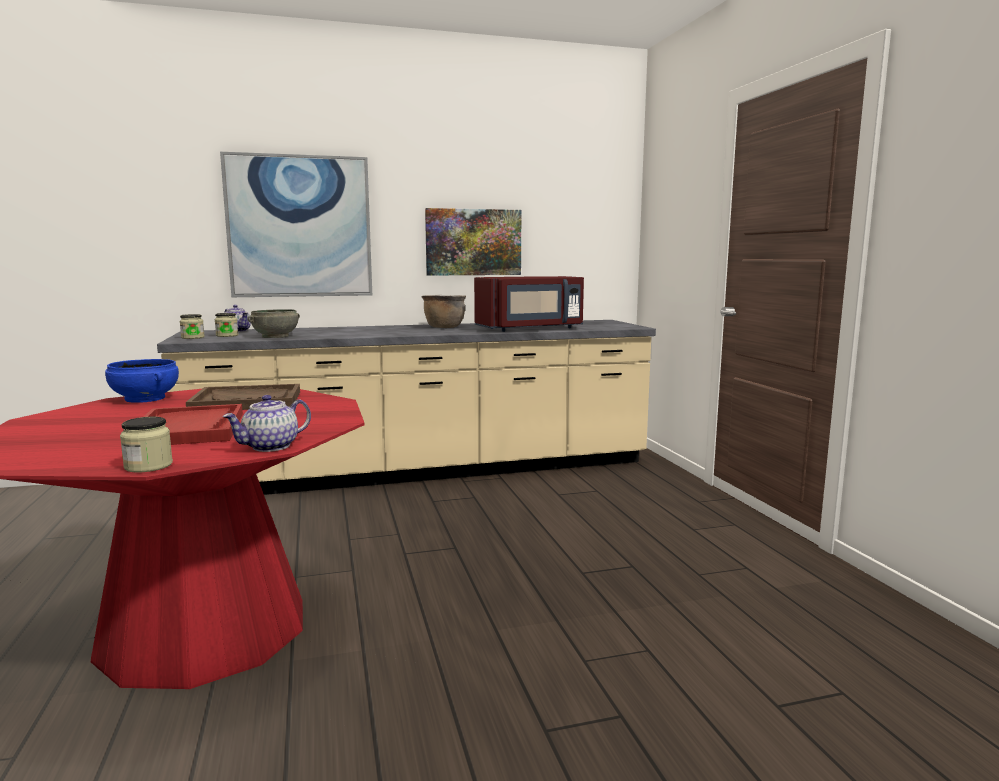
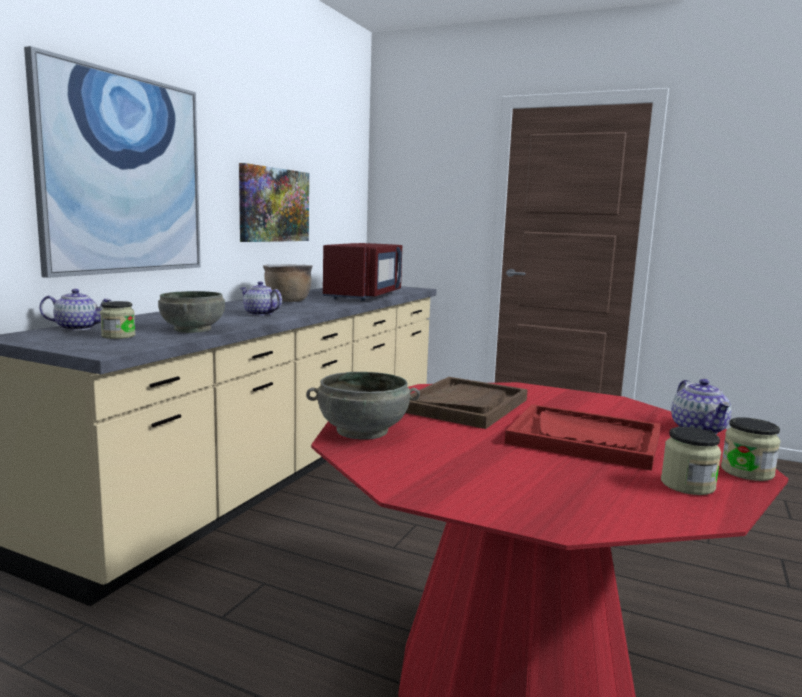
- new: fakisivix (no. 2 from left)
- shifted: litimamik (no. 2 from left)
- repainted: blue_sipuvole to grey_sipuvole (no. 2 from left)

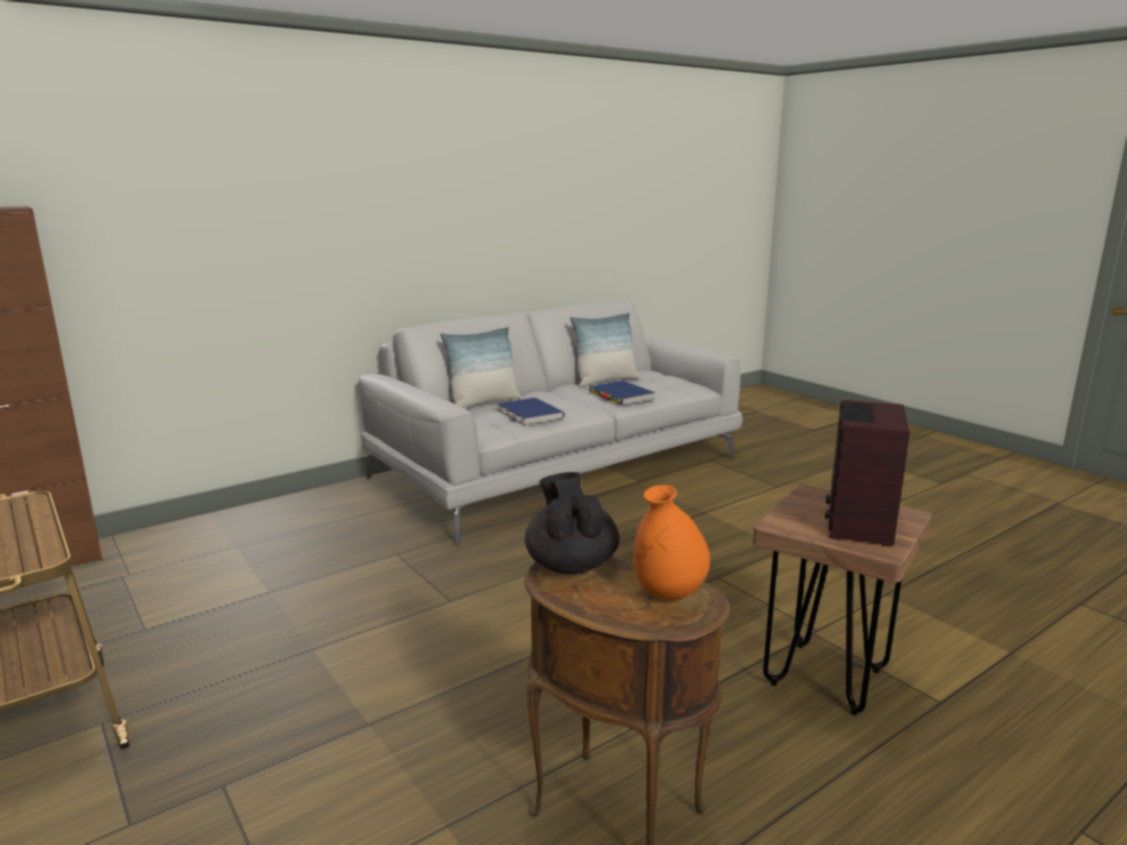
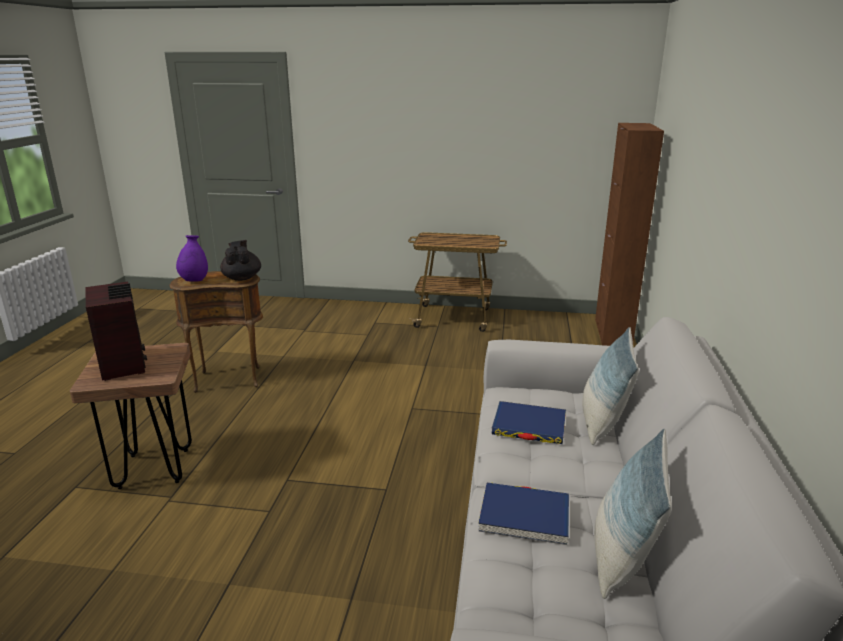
- repainted: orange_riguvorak to purple_riguvorak
- rotated: black_fakisivix 135 degrees counterclockwise

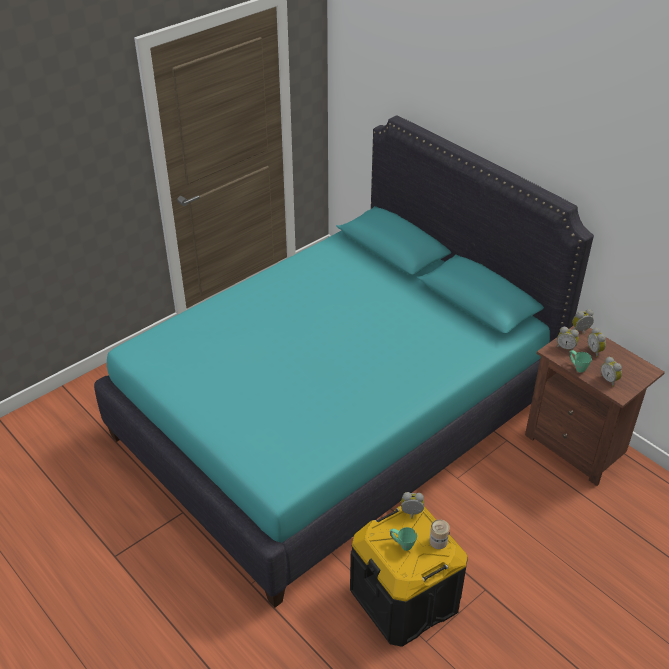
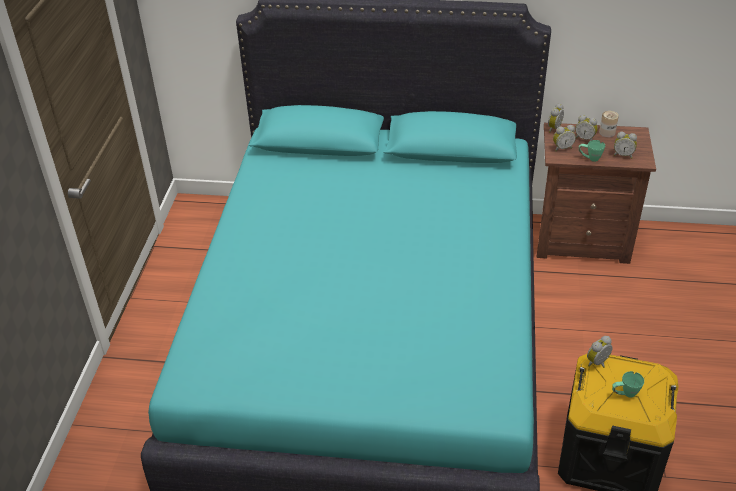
- shifted: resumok

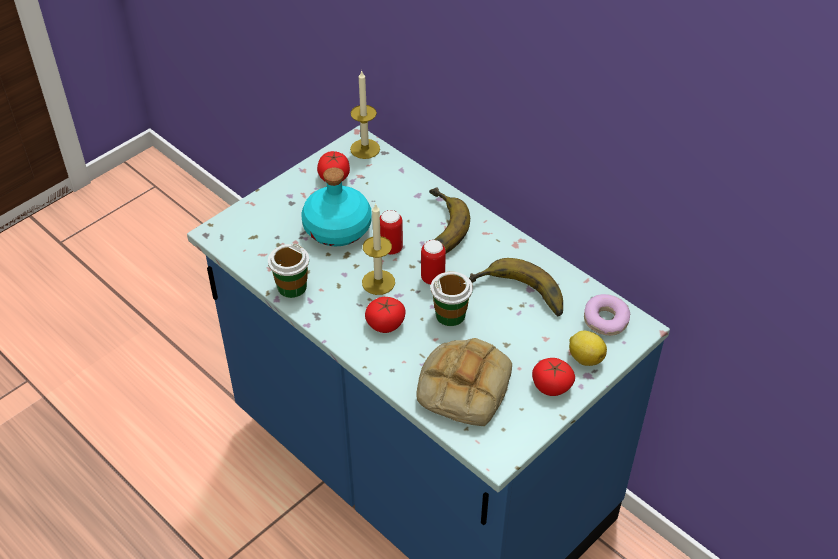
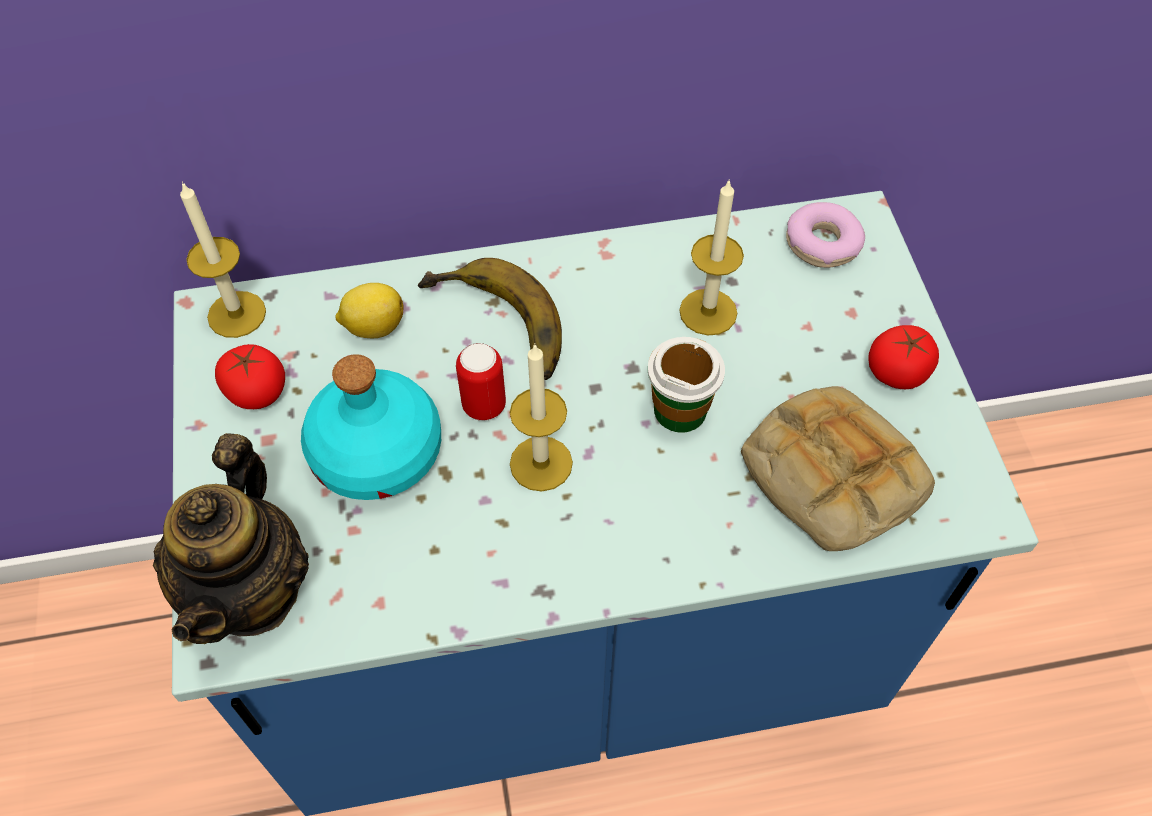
- gone: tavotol (no. 1 from left)
- gone: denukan (no. 2 from left)
- gone: resumok (no. 2 from left)
- new: fakisivix
- shifted: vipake
- swapped: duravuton (no. 2 from left) to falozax (no. 3 from left)

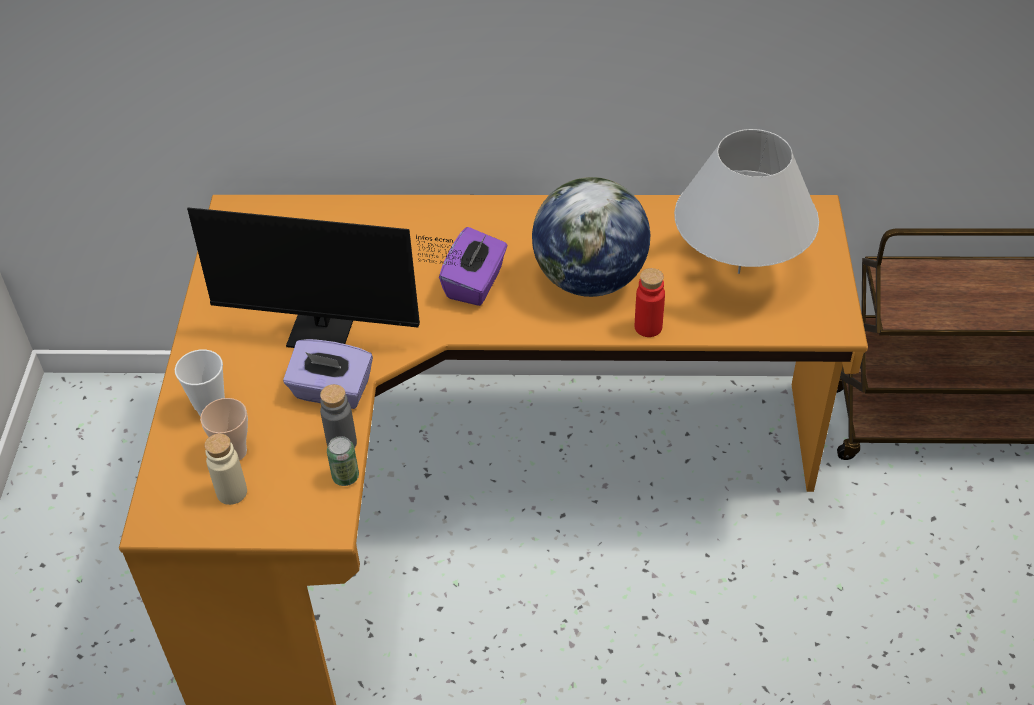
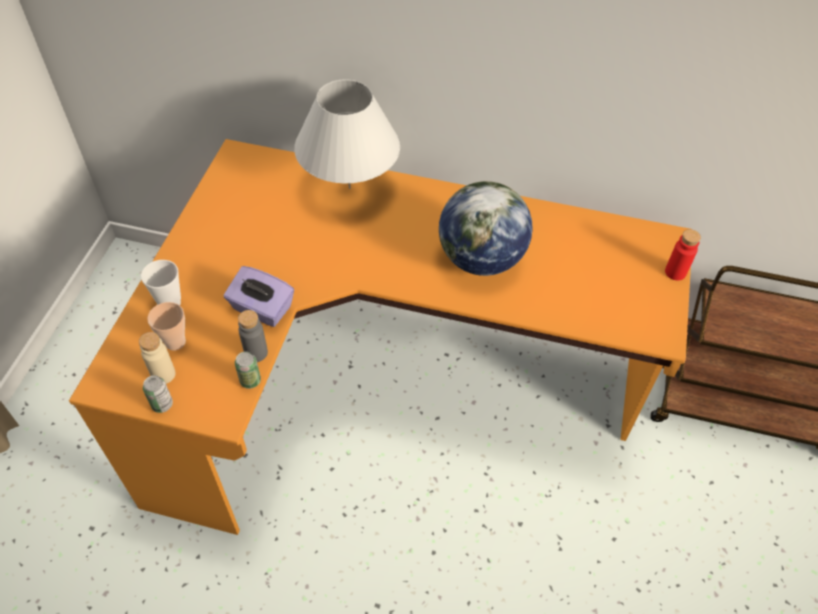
- gone: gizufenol
- gone: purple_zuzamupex (no. 2 from left)
- new: resumok (no. 1 from left)
- shifted: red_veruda
- shifted: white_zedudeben

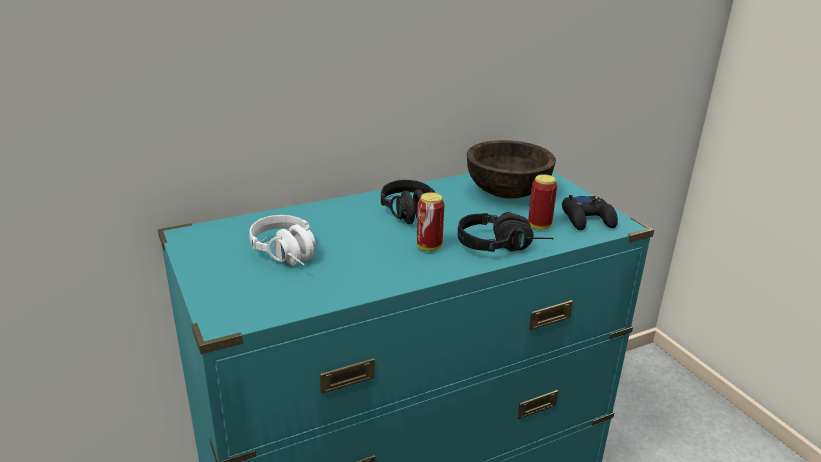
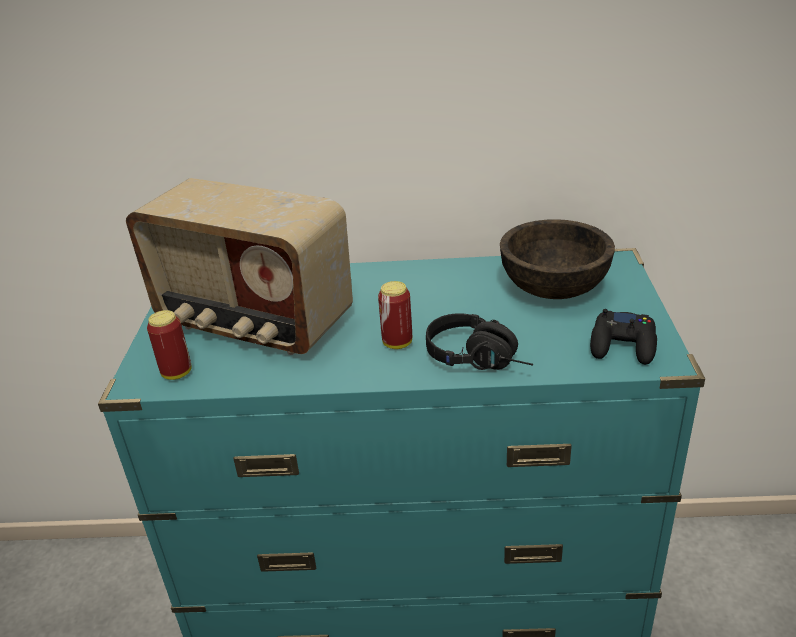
- gone: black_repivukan (no. 1 from left)
- shifted: resumok (no. 2 from left in the first image) to resumok (no. 1 from left)
- swapped: white_repivukan to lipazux

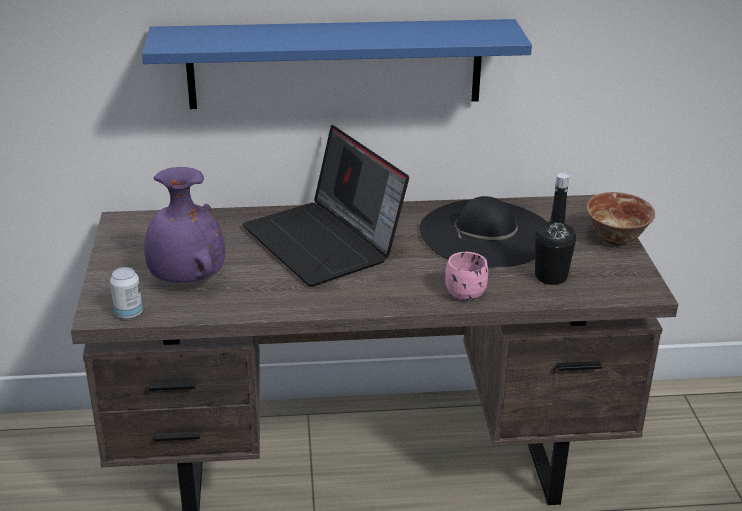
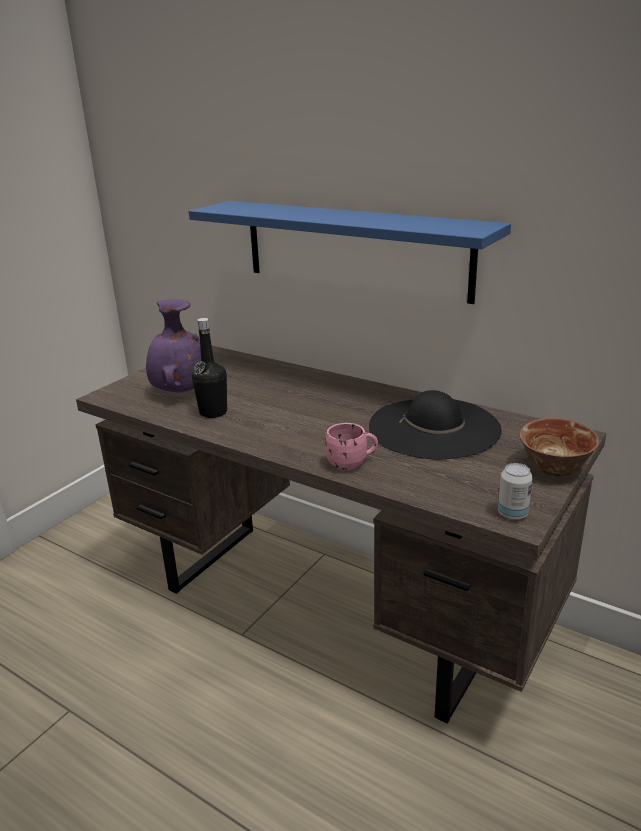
- gone: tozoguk
- shifted: resumok
- shifted: black_veruda

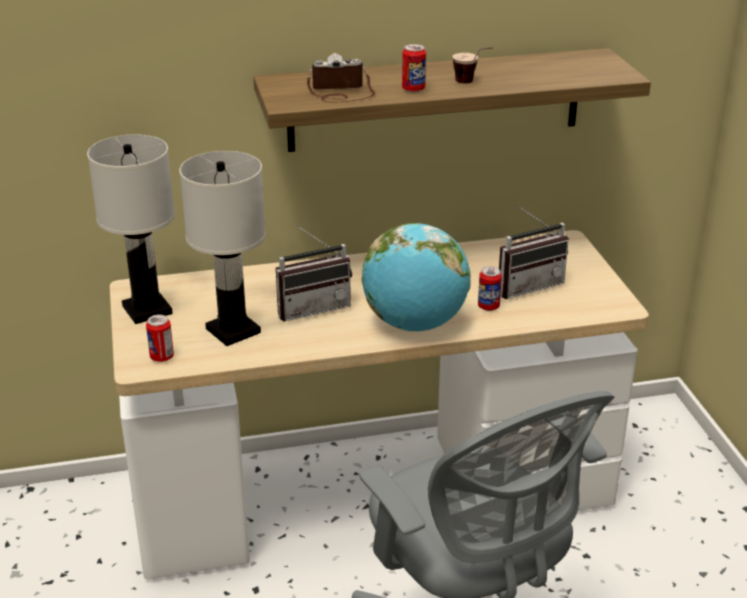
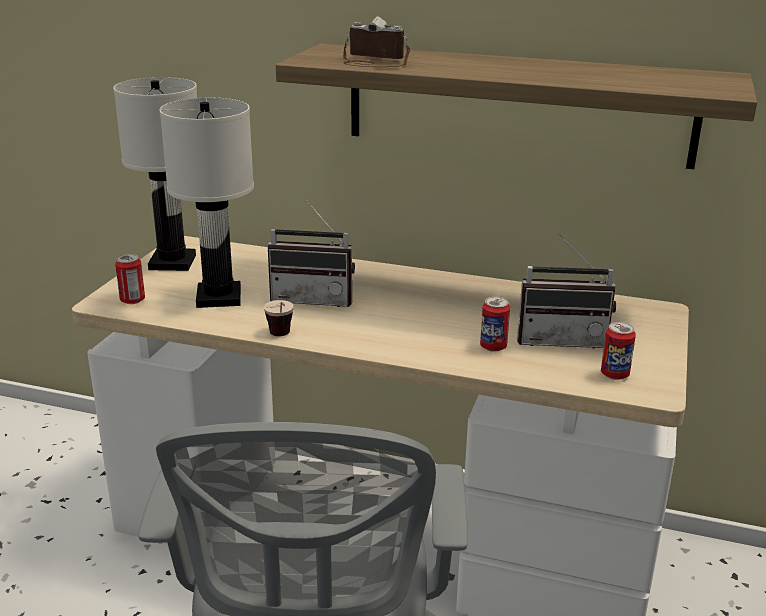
- gone: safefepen
- shifted: resumok (no. 2 from left in the first image) to resumok (no. 3 from left)
- shifted: tavotol

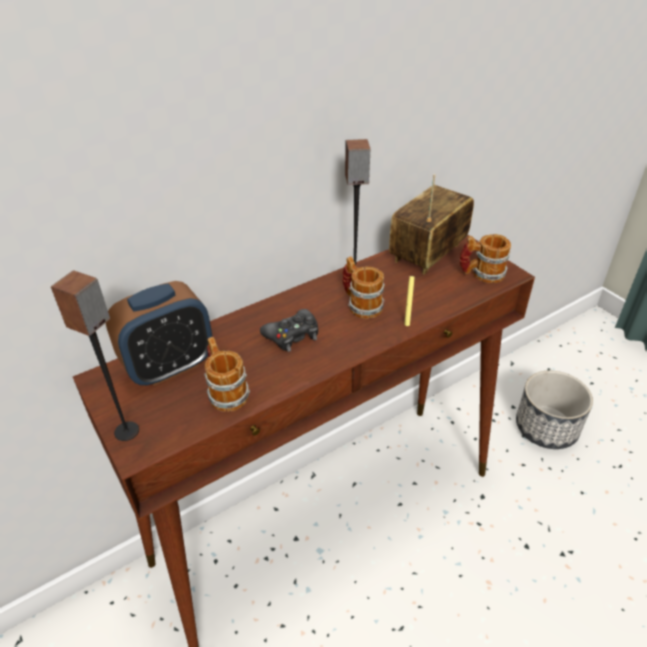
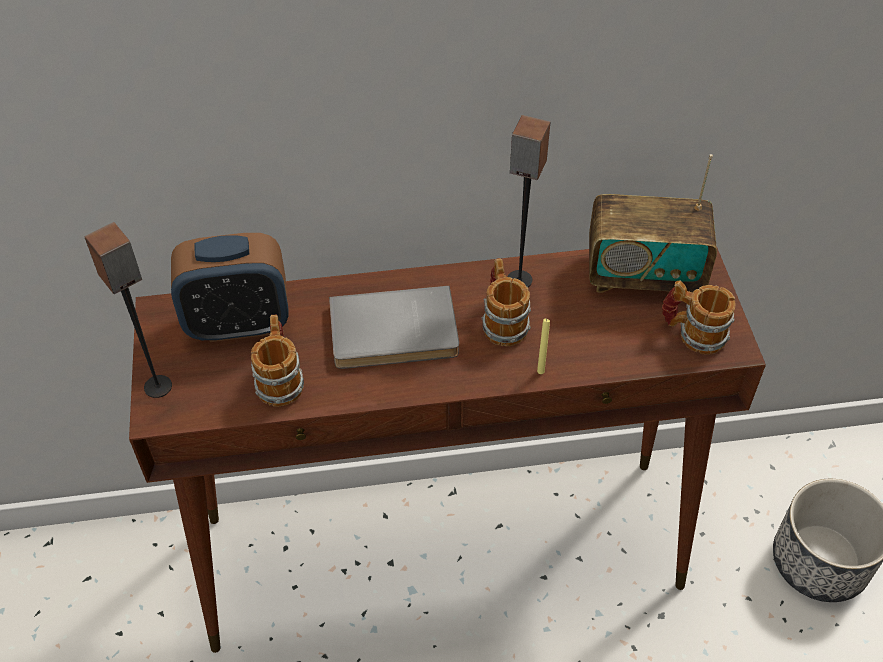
- swapped: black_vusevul to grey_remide
- rotated: lipazux 150 degrees counterclockwise

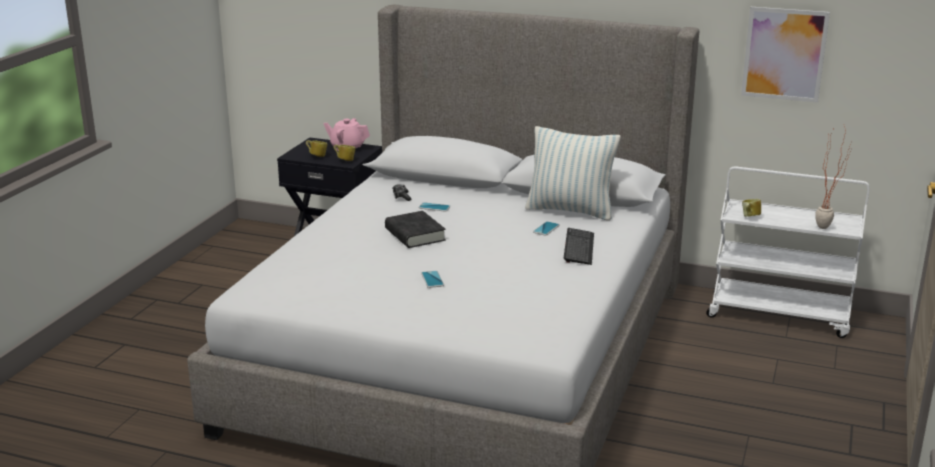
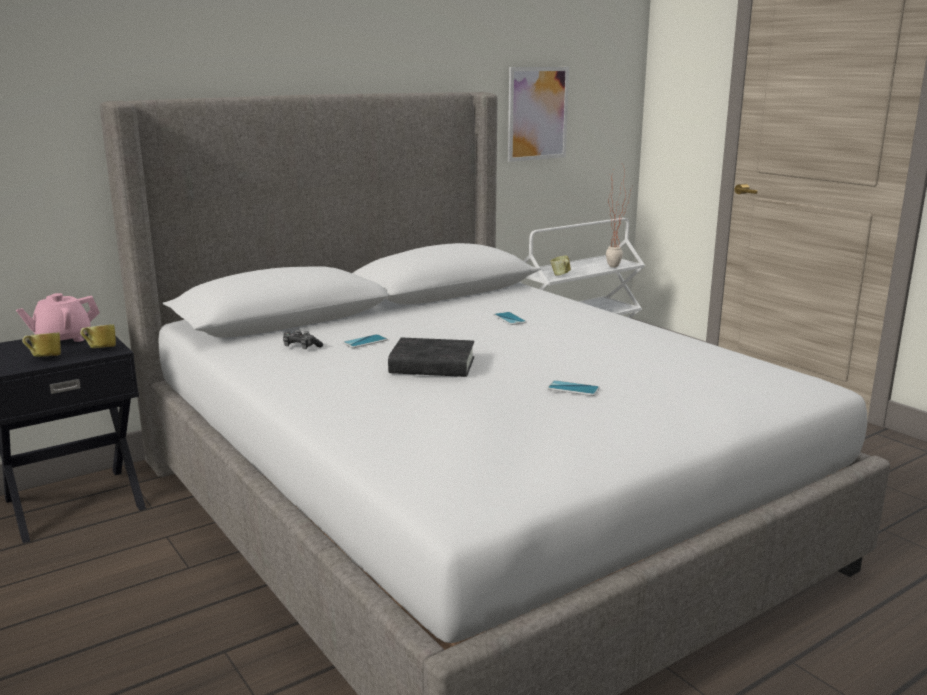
- gone: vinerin
- gone: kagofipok

